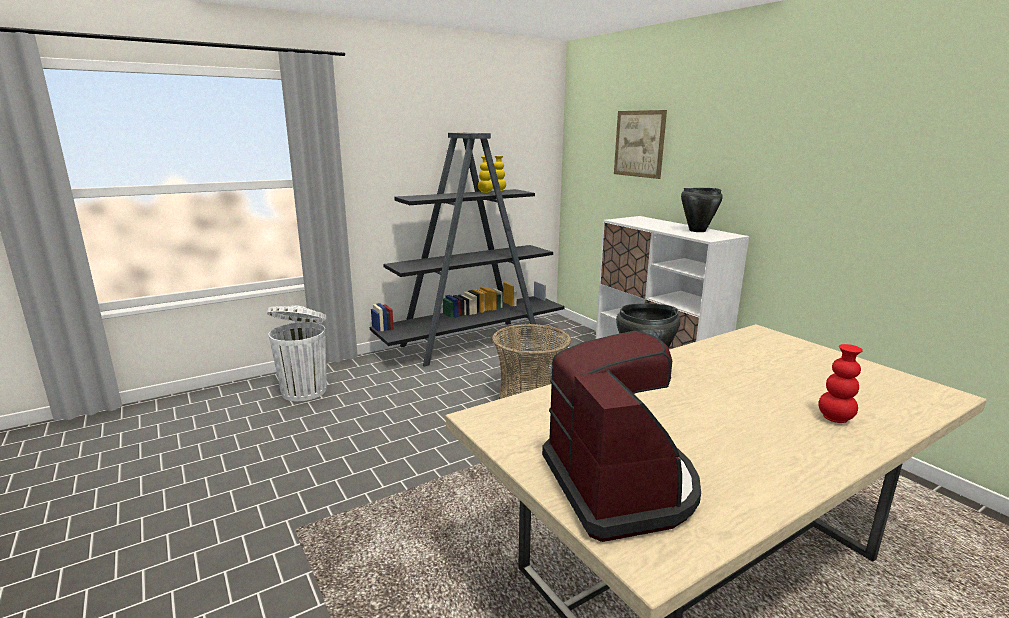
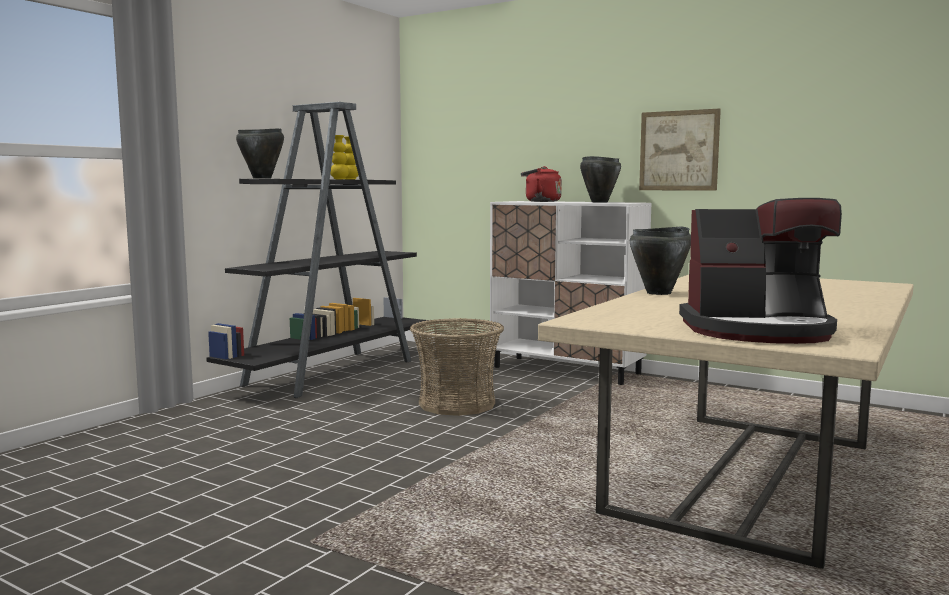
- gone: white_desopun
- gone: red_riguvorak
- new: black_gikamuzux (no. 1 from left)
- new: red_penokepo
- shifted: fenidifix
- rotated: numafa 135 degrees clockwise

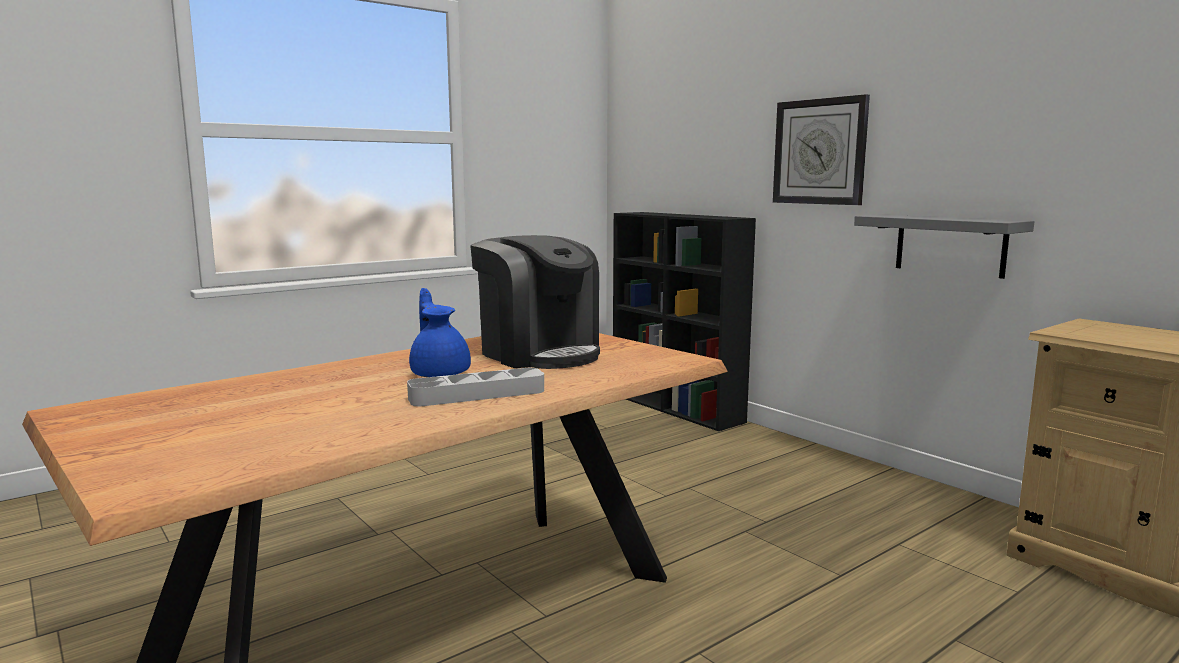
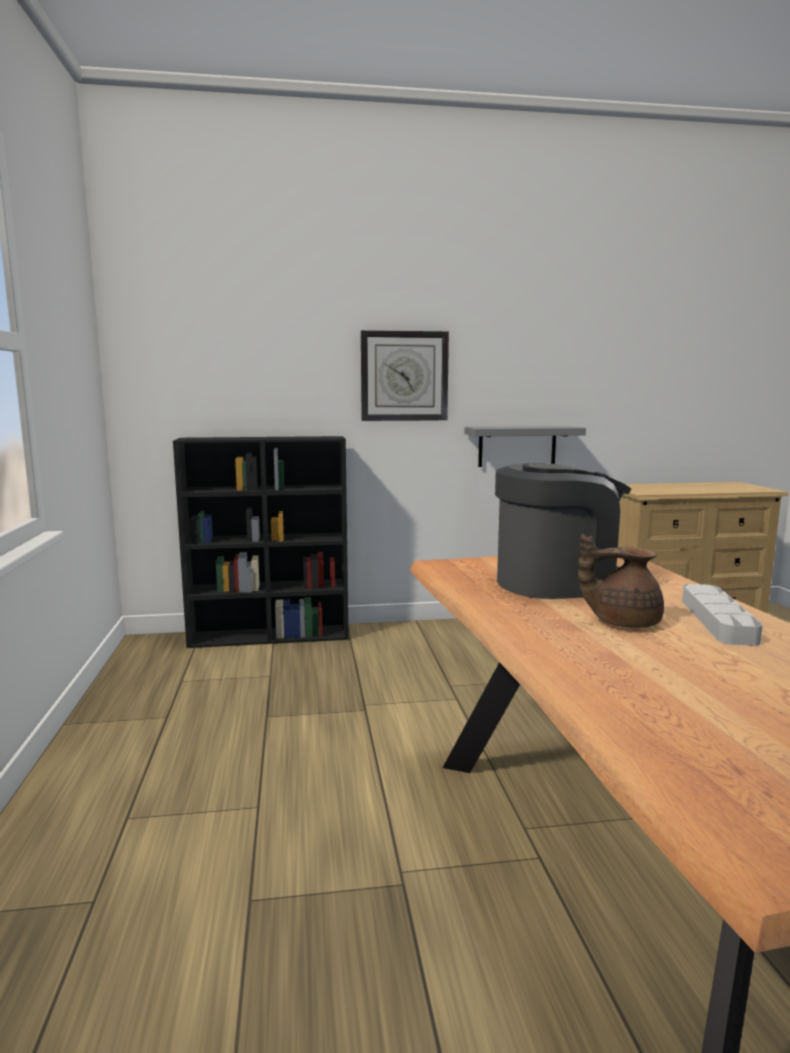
- repainted: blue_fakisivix to brown_fakisivix

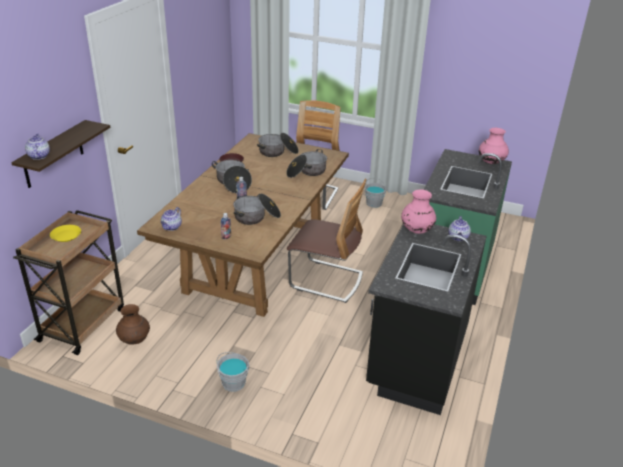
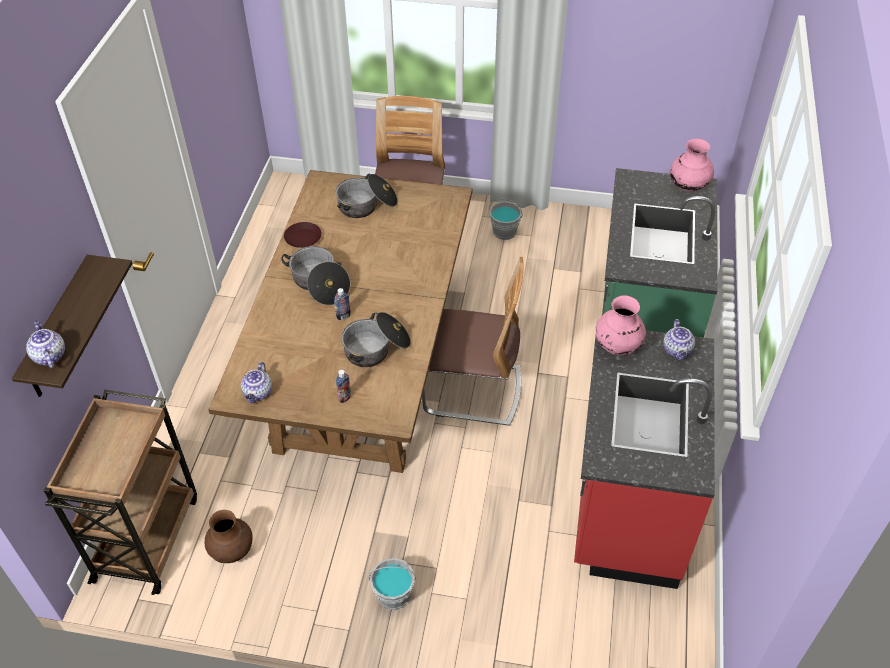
- gone: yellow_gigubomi
- gone: gikamuzux (no. 4 from left)
- repainted: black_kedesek to red_kedesek

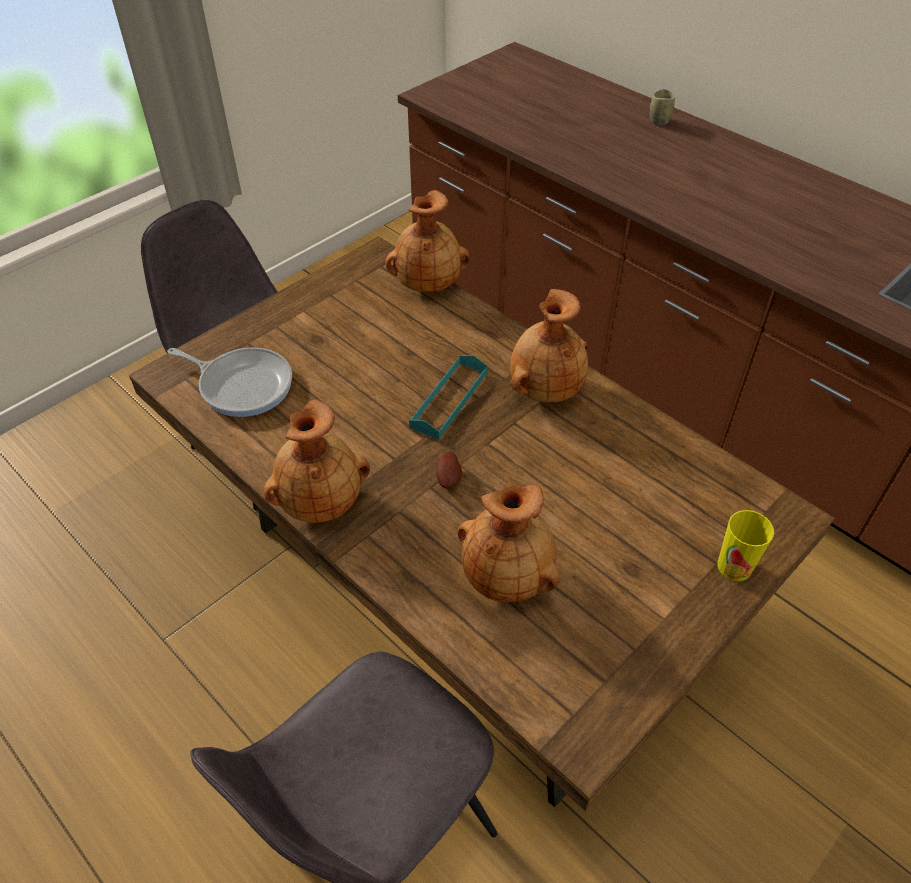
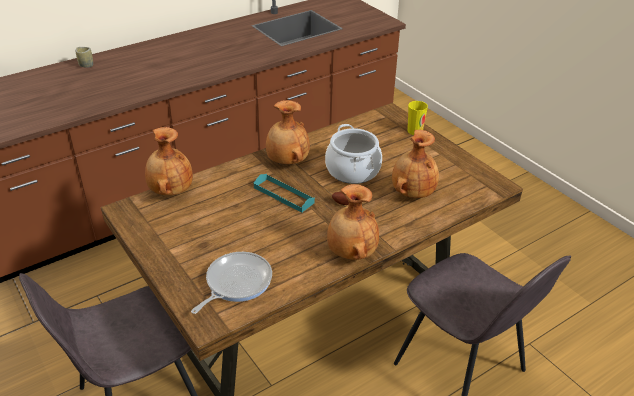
- new: gikamuzux

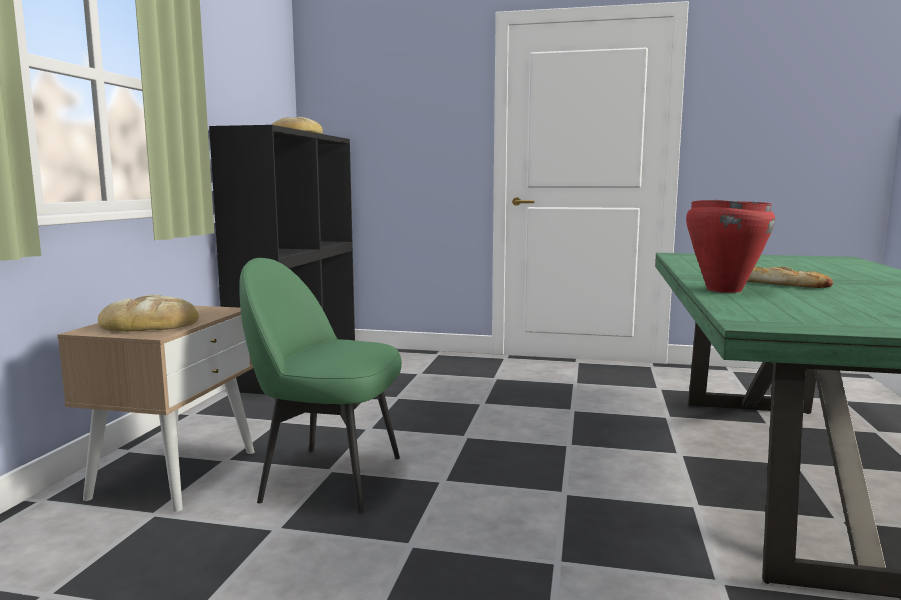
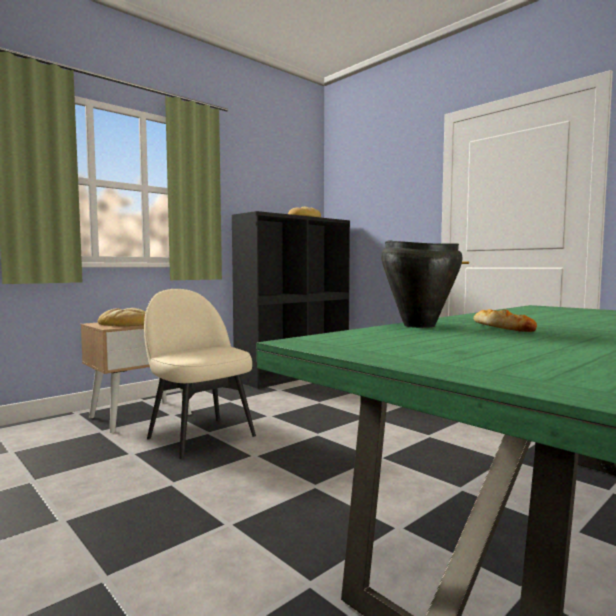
- repainted: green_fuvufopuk to beige_fuvufopuk
- repainted: red_gikamuzux to black_gikamuzux

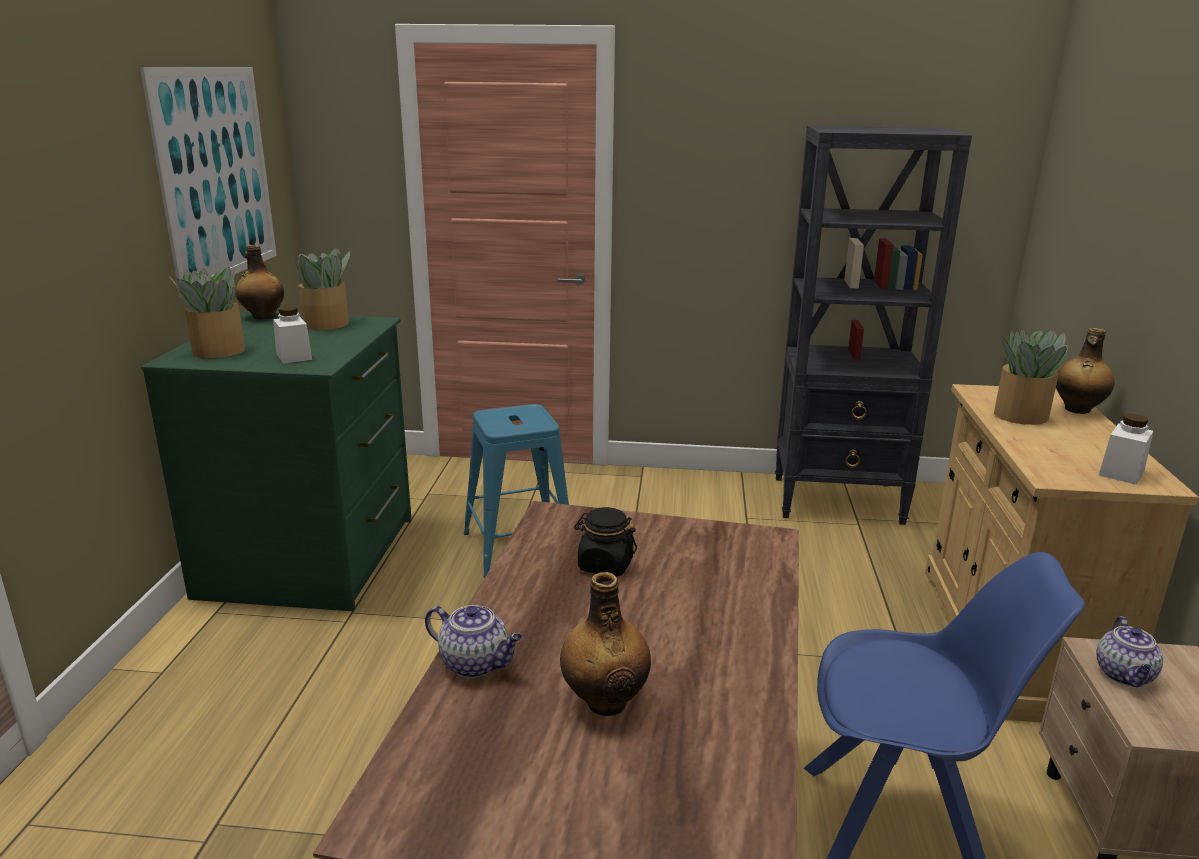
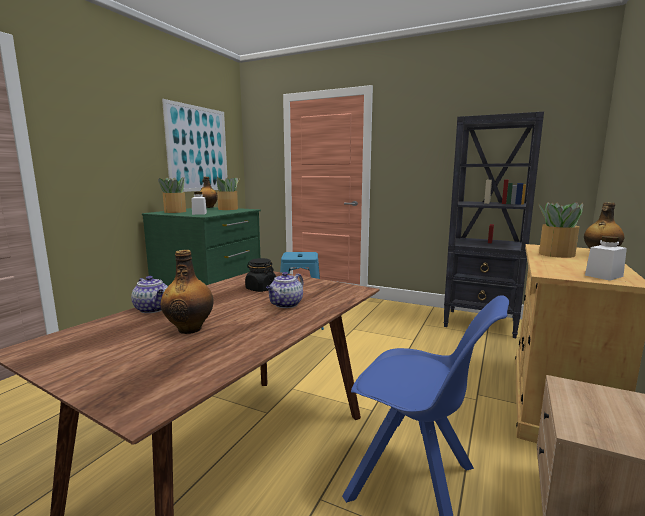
- shifted: fakisivix (no. 2 from left)

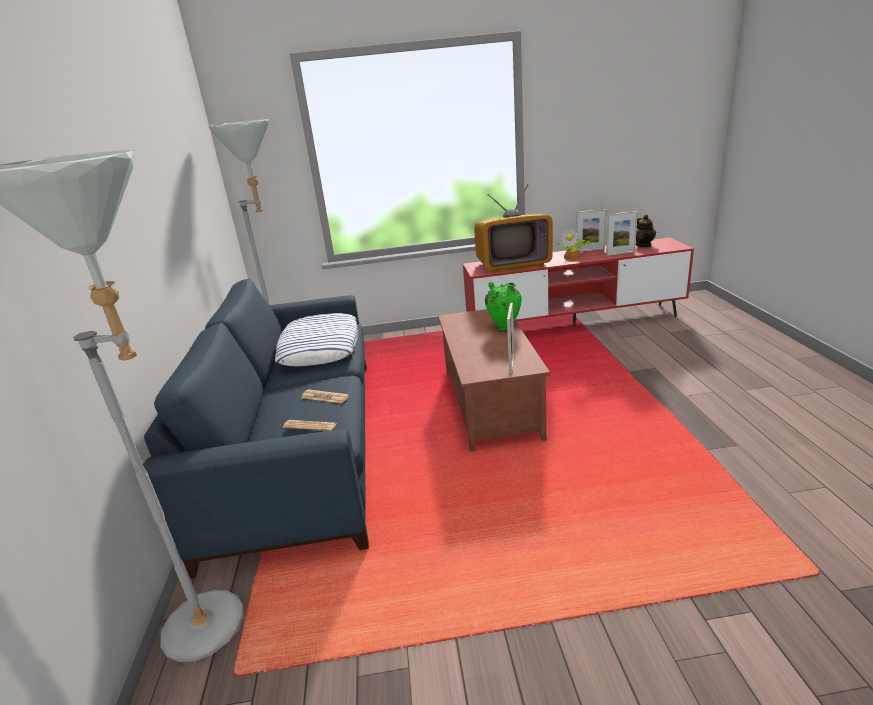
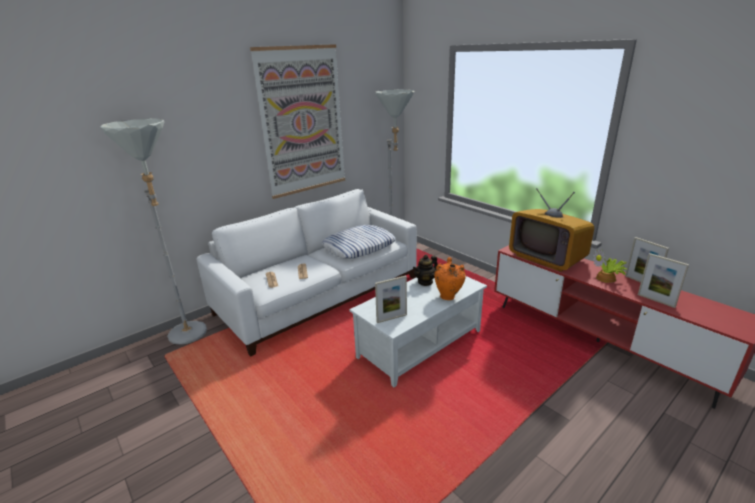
- new: fenidifix
- shifted: fakisivix
- repainted: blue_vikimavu to white_vikimavu
- repainted: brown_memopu to white_memopu
- repainted: green_riguvorak to orange_riguvorak

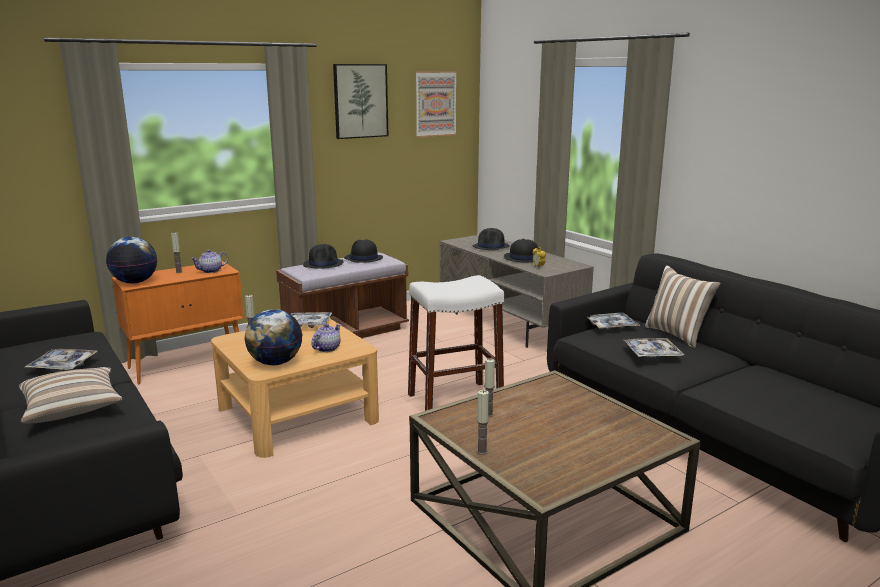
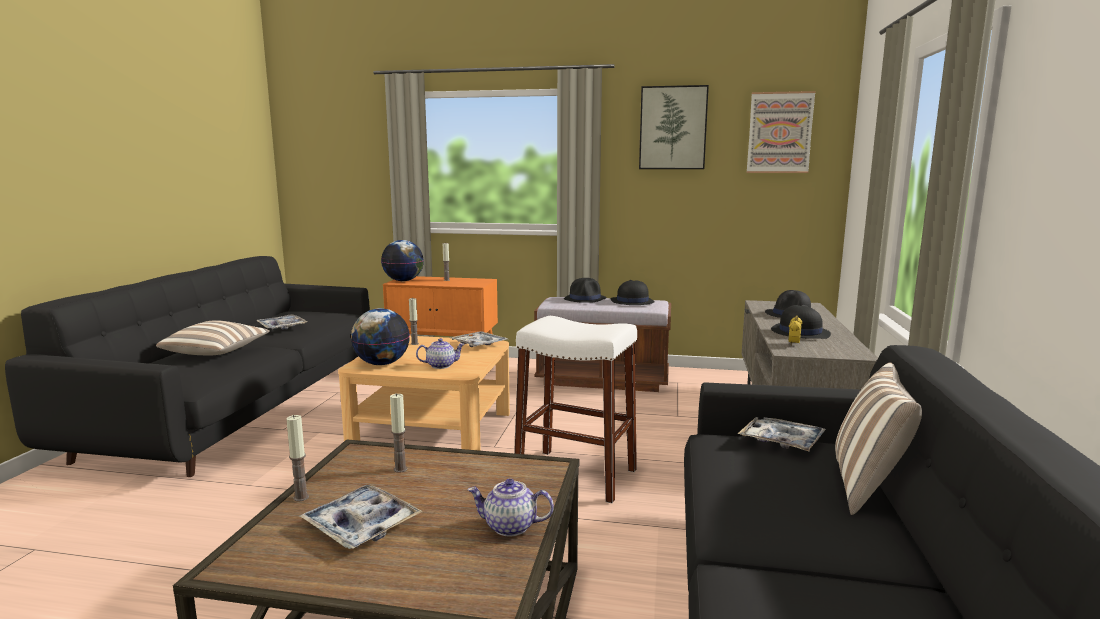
- shifted: fakisivix (no. 1 from left in the first image) to fakisivix (no. 2 from left)
- shifted: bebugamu (no. 4 from left in the first image) to bebugamu (no. 2 from left)

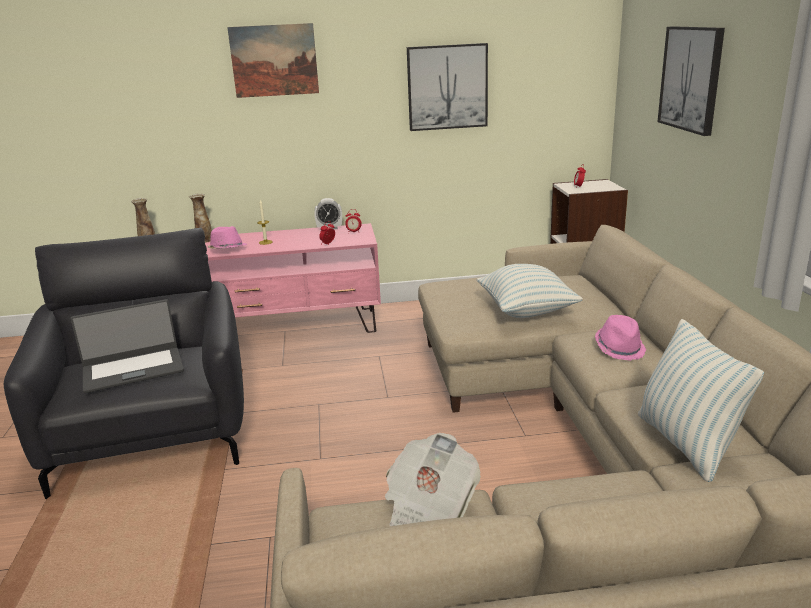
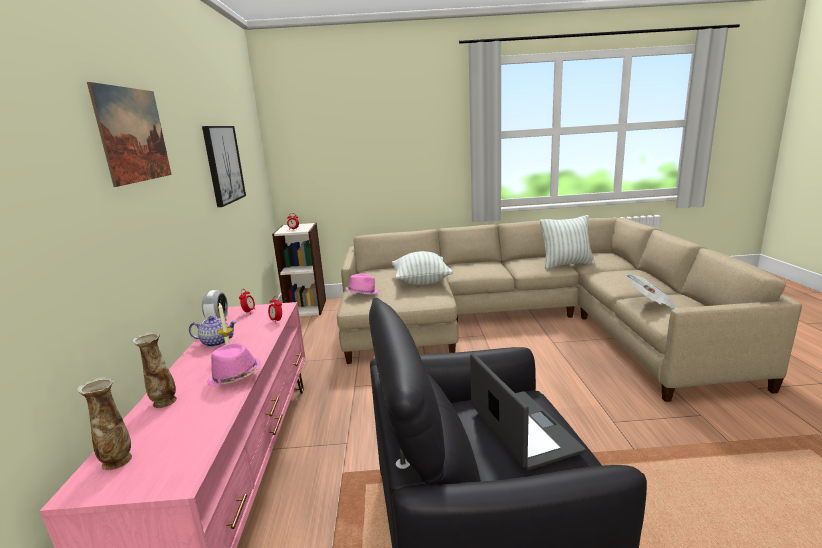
- gone: fenidifix (no. 3 from left)
- new: fakisivix
- shifted: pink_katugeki (no. 2 from left)

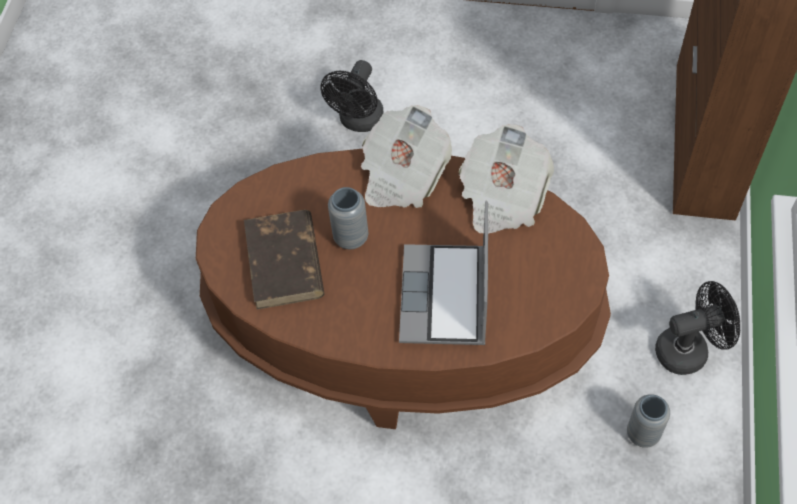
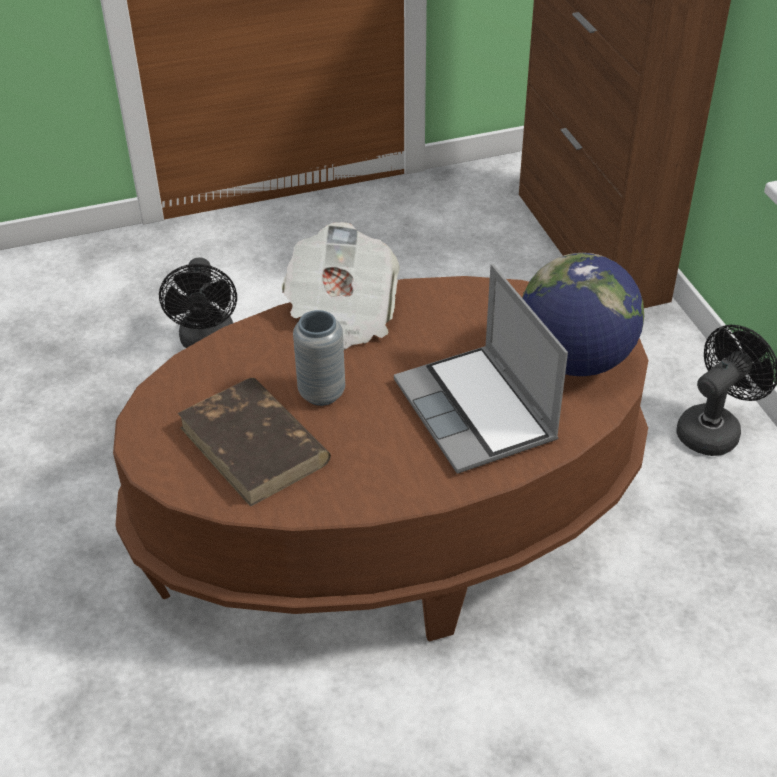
- gone: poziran (no. 2 from left)
- gone: grey_riguvorak (no. 2 from left)
- new: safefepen

